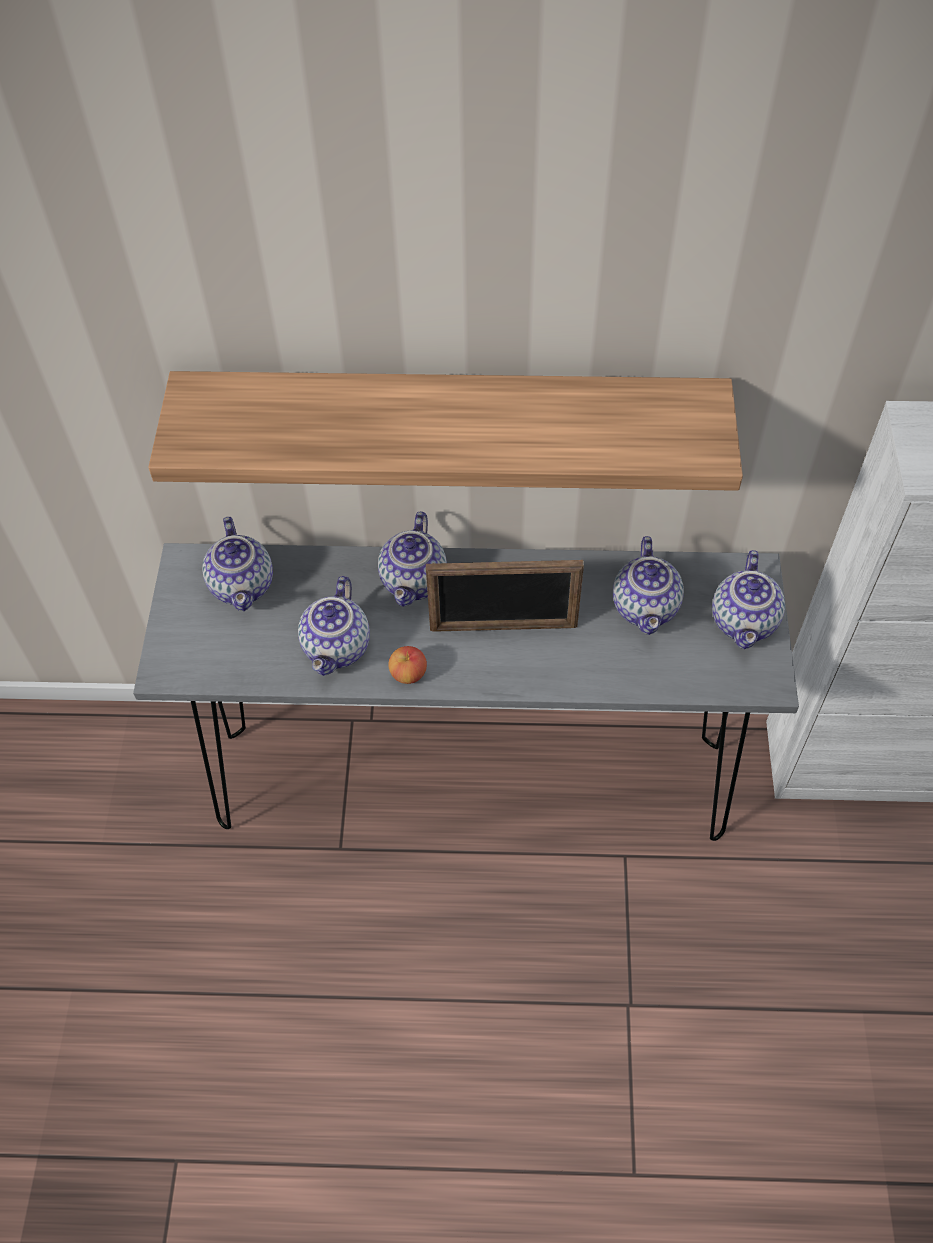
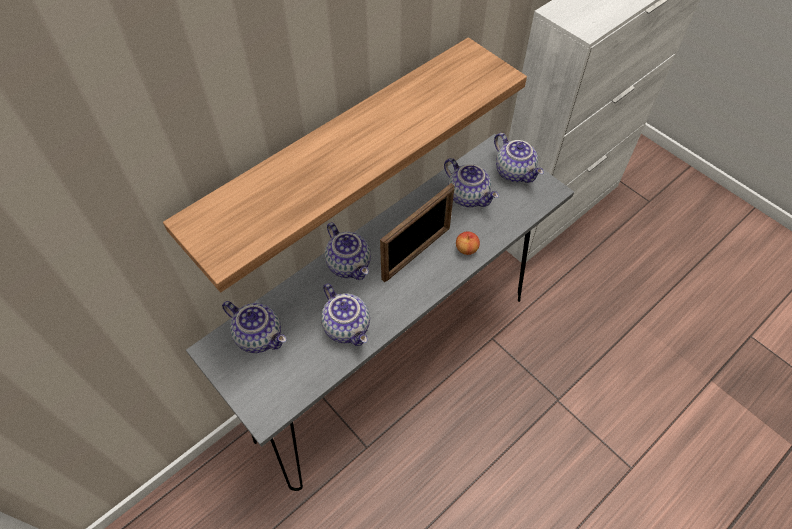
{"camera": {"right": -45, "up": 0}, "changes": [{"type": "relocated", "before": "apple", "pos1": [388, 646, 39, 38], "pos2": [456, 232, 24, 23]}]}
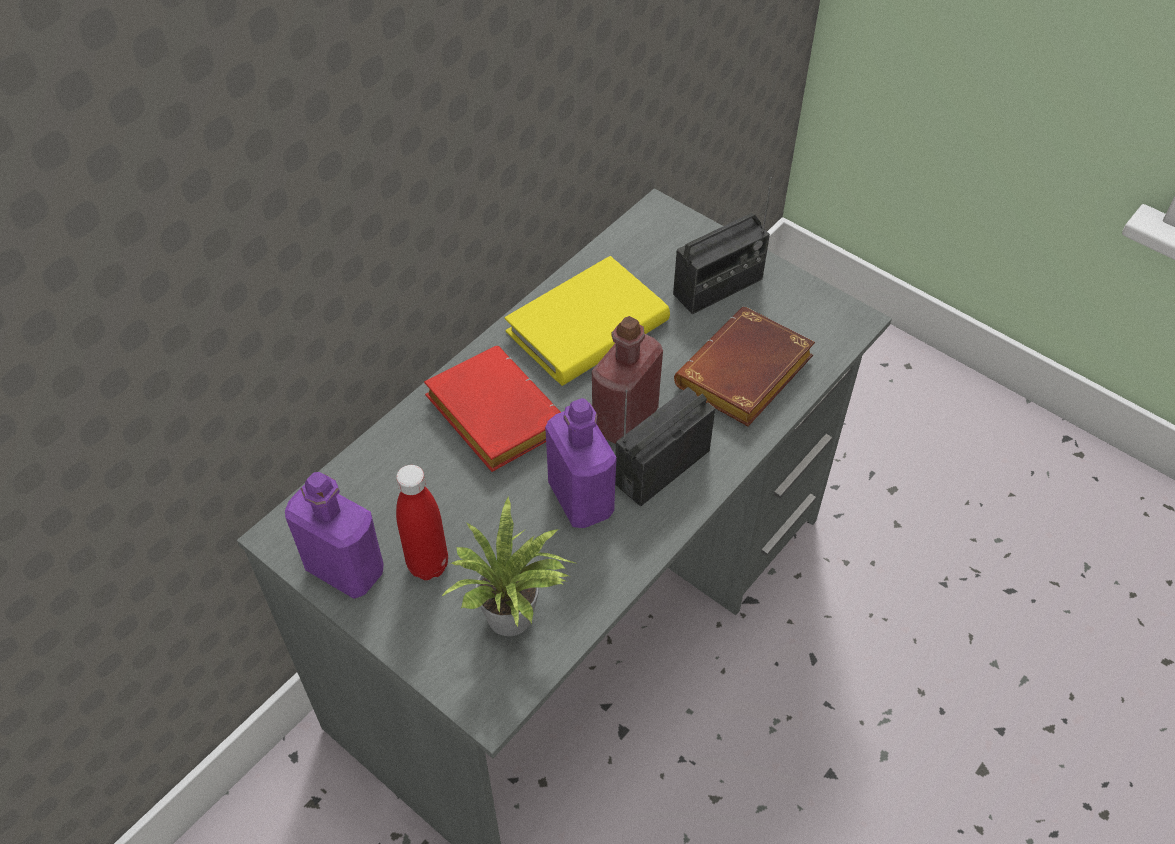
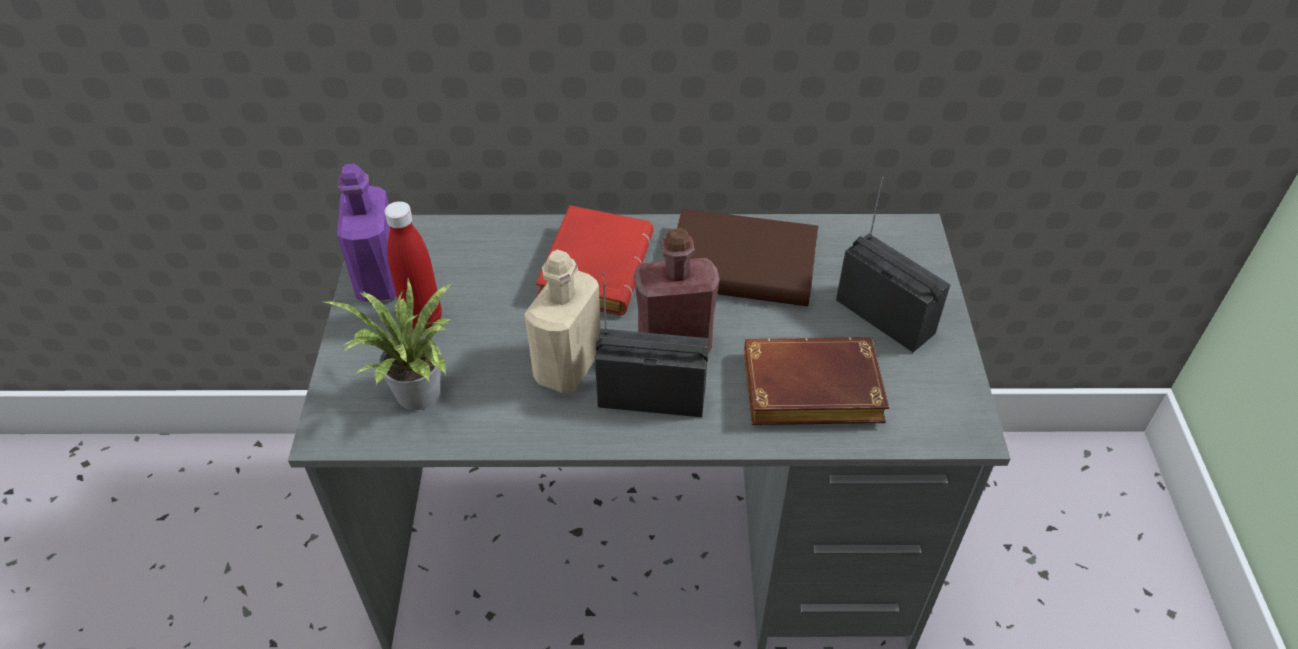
{"camera": {"right": 50, "up": -5}, "changes": [{"type": "colour", "before": "book (yellow)", "after": "book (brown)", "pos1": [505, 256, 165, 130], "pos2": [677, 209, 141, 97]}, {"type": "colour", "before": "bottle (purple)", "after": "bottle (beige)", "pos1": [545, 398, 72, 130], "pos2": [524, 249, 77, 144]}, {"type": "spun", "before": "radio", "pos1": [673, 177, 99, 137], "pos2": [836, 177, 114, 176], "turn": -150}]}
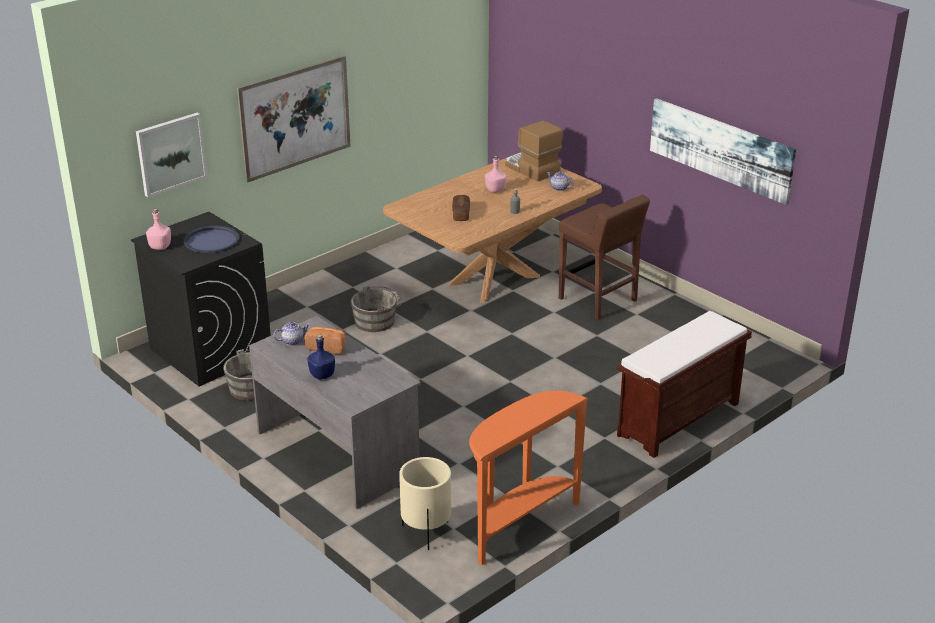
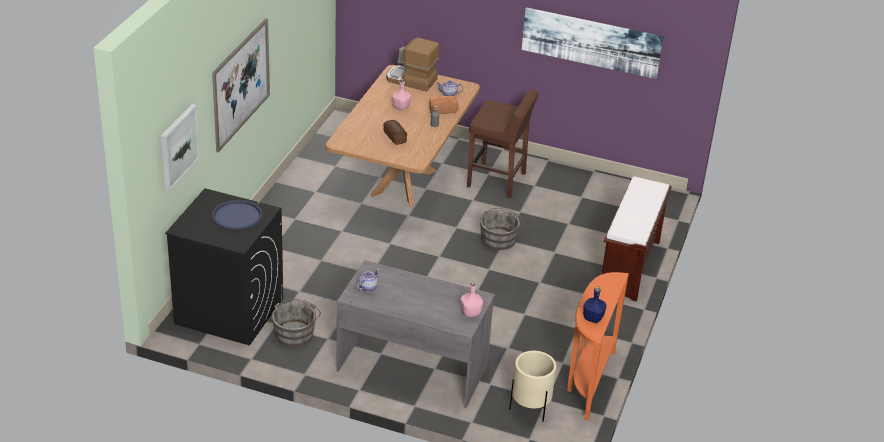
{"camera": {"right": -30, "up": 5}, "changes": [{"type": "relocated", "before": "bottle (pink)", "pos1": [146, 209, 25, 41], "pos2": [460, 282, 23, 35]}, {"type": "relocated", "before": "bread", "pos1": [304, 326, 42, 28], "pos2": [429, 96, 30, 18]}, {"type": "relocated", "before": "bottle (blue)", "pos1": [307, 335, 28, 45], "pos2": [583, 286, 24, 37]}, {"type": "relocated", "before": "bucket (grey)", "pos1": [351, 286, 51, 46], "pos2": [480, 208, 44, 42]}]}
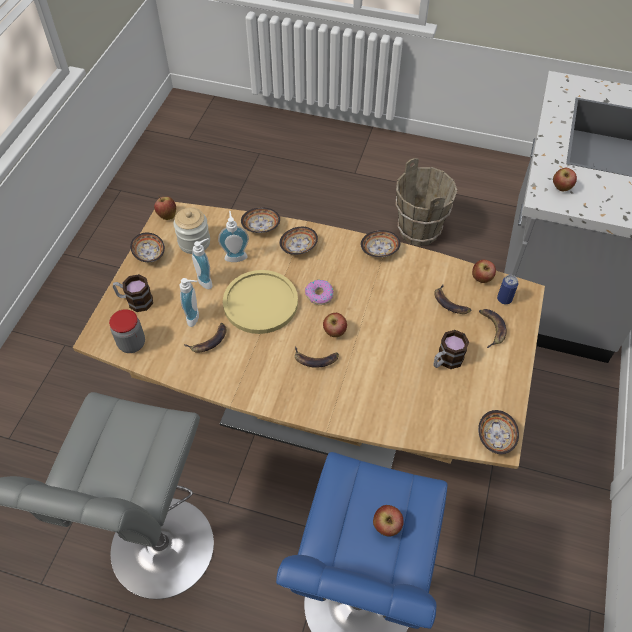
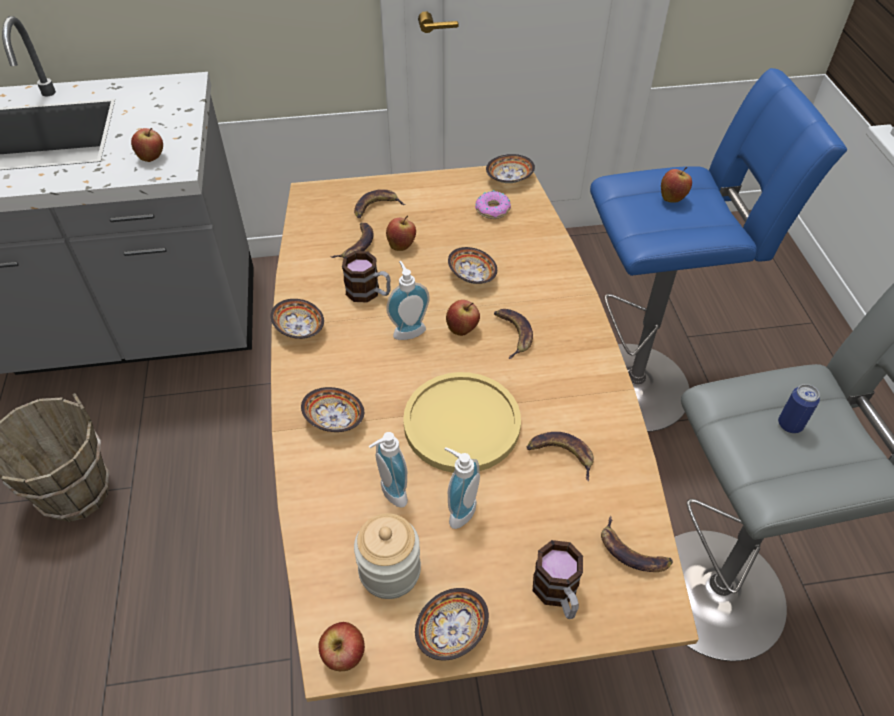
{"camera": {"right": -115, "up": -5}, "changes": [{"type": "exchanged", "before": "jar", "after": "banana", "pos1": [109, 309, 36, 44], "pos2": [601, 516, 72, 56]}, {"type": "relocated", "before": "soap dispenser", "pos1": [180, 278, 19, 49], "pos2": [386, 261, 44, 79]}, {"type": "relocated", "before": "bowl", "pos1": [241, 207, 39, 26], "pos2": [448, 247, 49, 37]}, {"type": "relocated", "before": "donut", "pos1": [305, 280, 29, 25], "pos2": [475, 190, 36, 29]}, {"type": "relocated", "before": "mug", "pos1": [433, 330, 36, 39], "pos2": [342, 251, 49, 52]}, {"type": "relocated", "before": "apple", "pos1": [472, 260, 24, 23], "pos2": [386, 216, 30, 35]}, {"type": "relocated", "before": "can", "pos1": [497, 275, 21, 29], "pos2": [778, 384, 42, 49]}]}
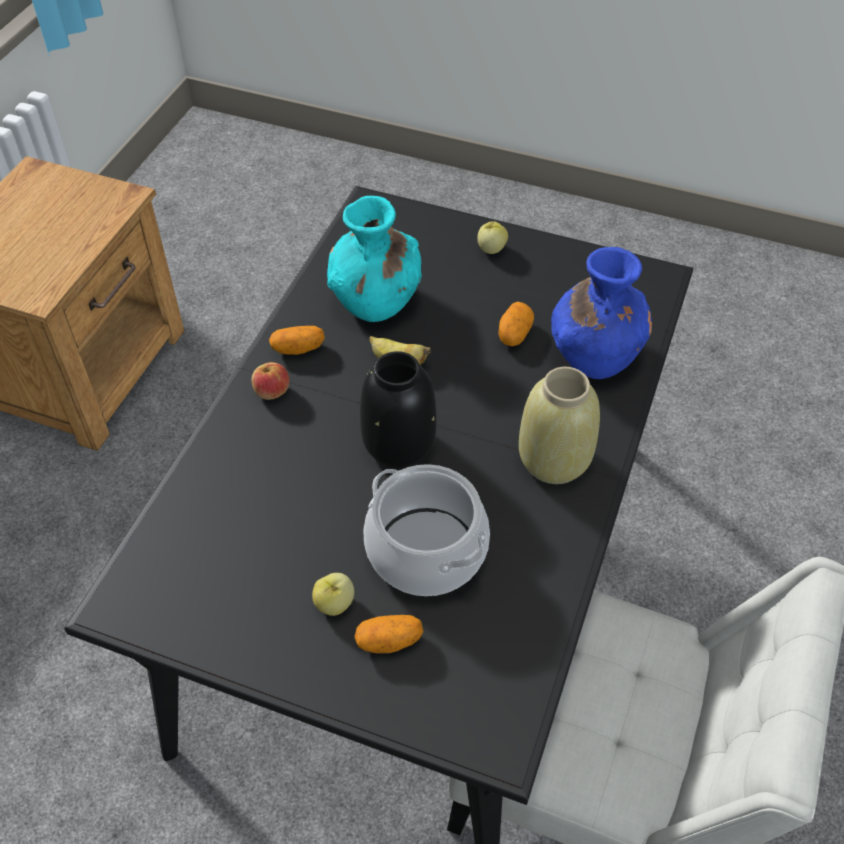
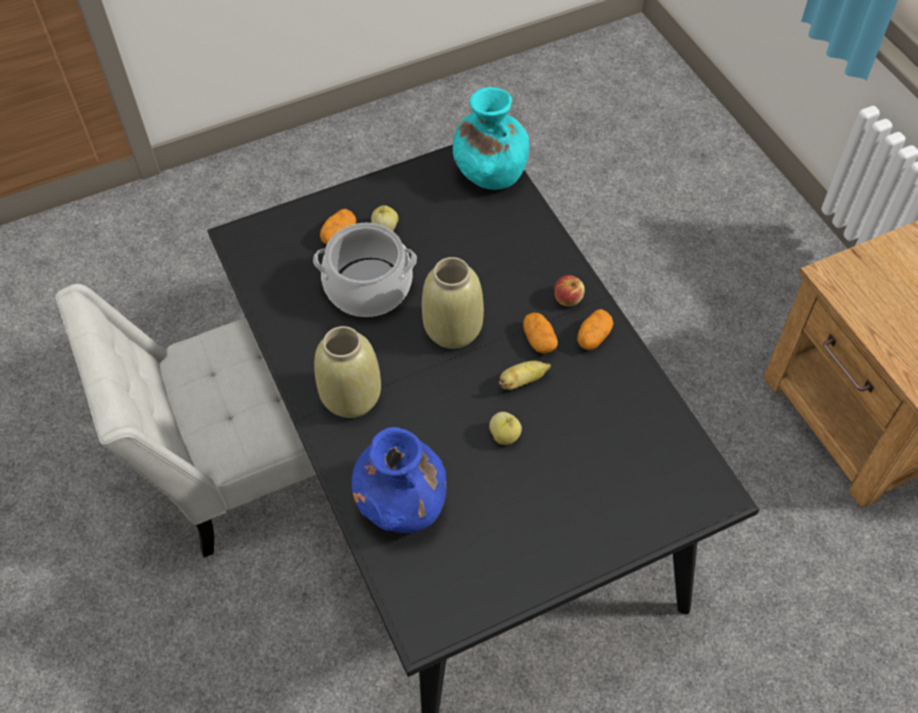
{"camera": {"right": 135, "up": 5}, "changes": [{"type": "relocated", "before": "vase (turquoise)", "pos1": [327, 196, 95, 126], "pos2": [453, 87, 76, 103]}, {"type": "colour", "before": "vase (black)", "after": "vase (beige)", "pos1": [360, 351, 77, 117], "pos2": [422, 257, 62, 92]}, {"type": "relocated", "before": "apple", "pos1": [477, 221, 31, 33], "pos2": [489, 412, 33, 33]}, {"type": "relocated", "before": "potato", "pos1": [498, 302, 36, 44], "pos2": [523, 313, 35, 41]}]}
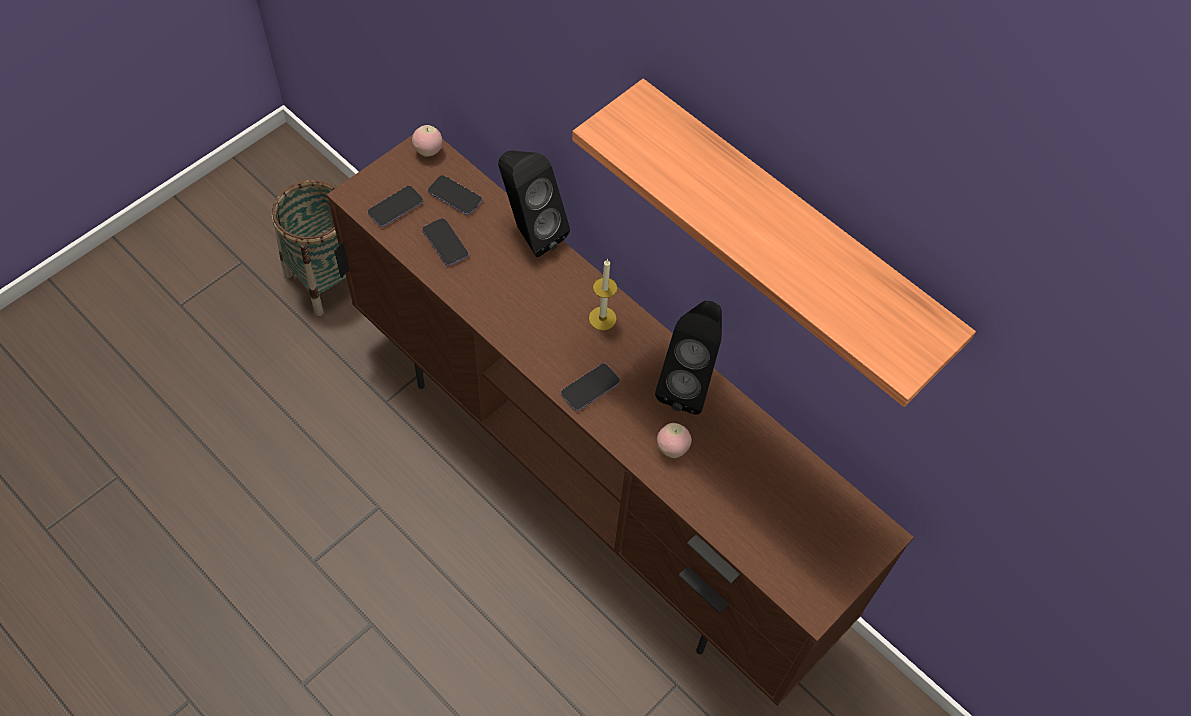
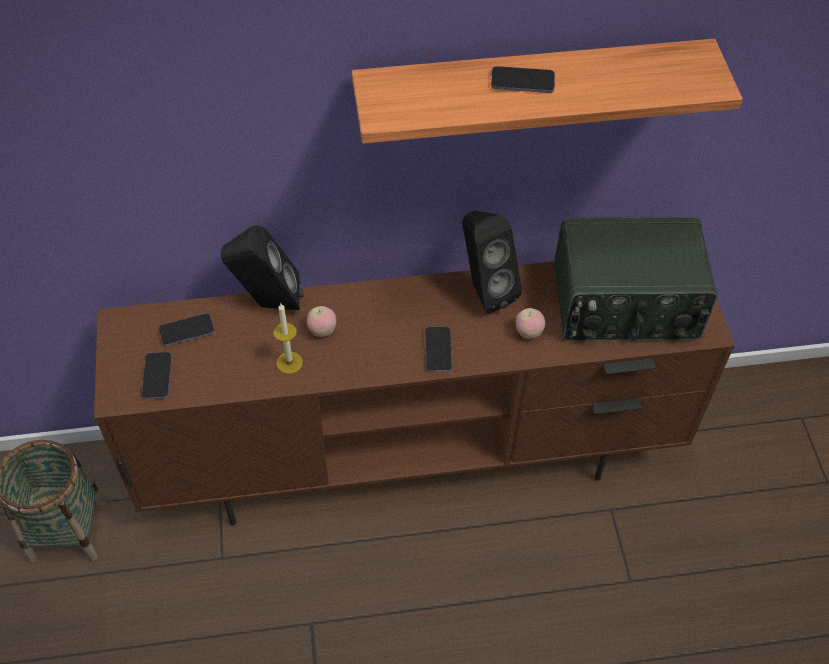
{"camera": {"right": -50, "up": -5}, "changes": [{"type": "relocated", "before": "apple", "pos1": [412, 125, 31, 32], "pos2": [307, 306, 29, 31]}, {"type": "relocated", "before": "phone", "pos1": [422, 218, 47, 48], "pos2": [491, 66, 64, 27]}, {"type": "relocated", "before": "candle", "pos1": [589, 259, 29, 72], "pos2": [273, 304, 30, 70]}, {"type": "appeared", "after": "radio", "pos2": [554, 217, 163, 124]}]}
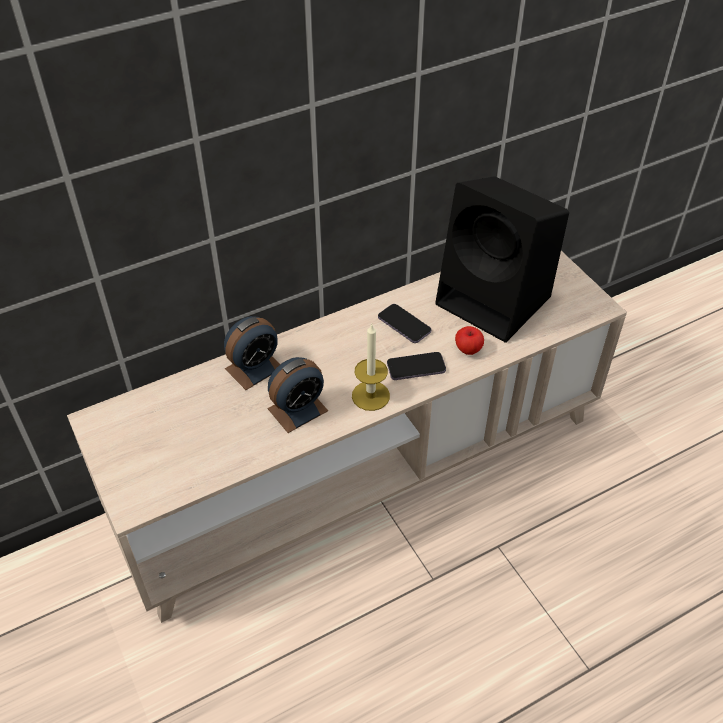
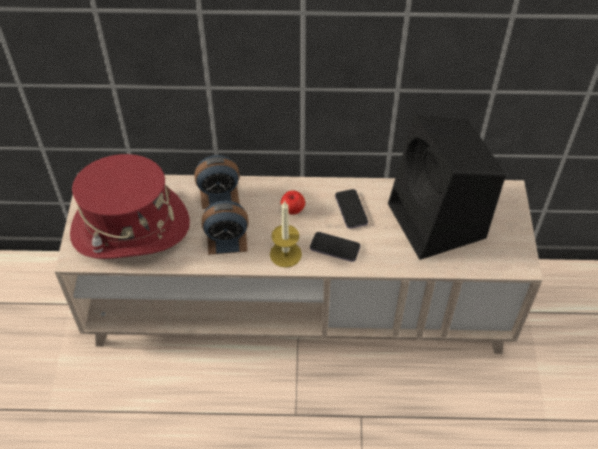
{"camera": {"right": 30, "up": 5}, "changes": [{"type": "relocated", "before": "apple", "pos1": [455, 326, 29, 29], "pos2": [281, 191, 24, 24]}, {"type": "appeared", "after": "hat (red)", "pos2": [70, 154, 120, 105]}]}
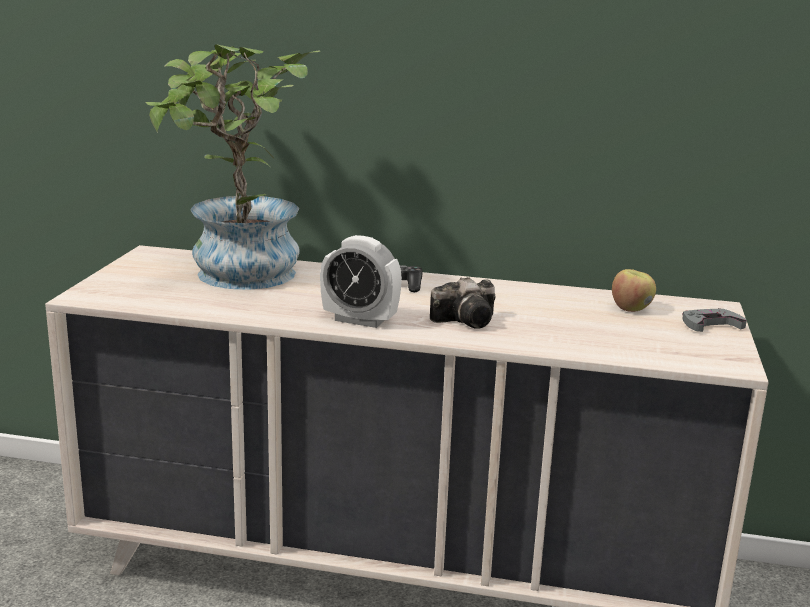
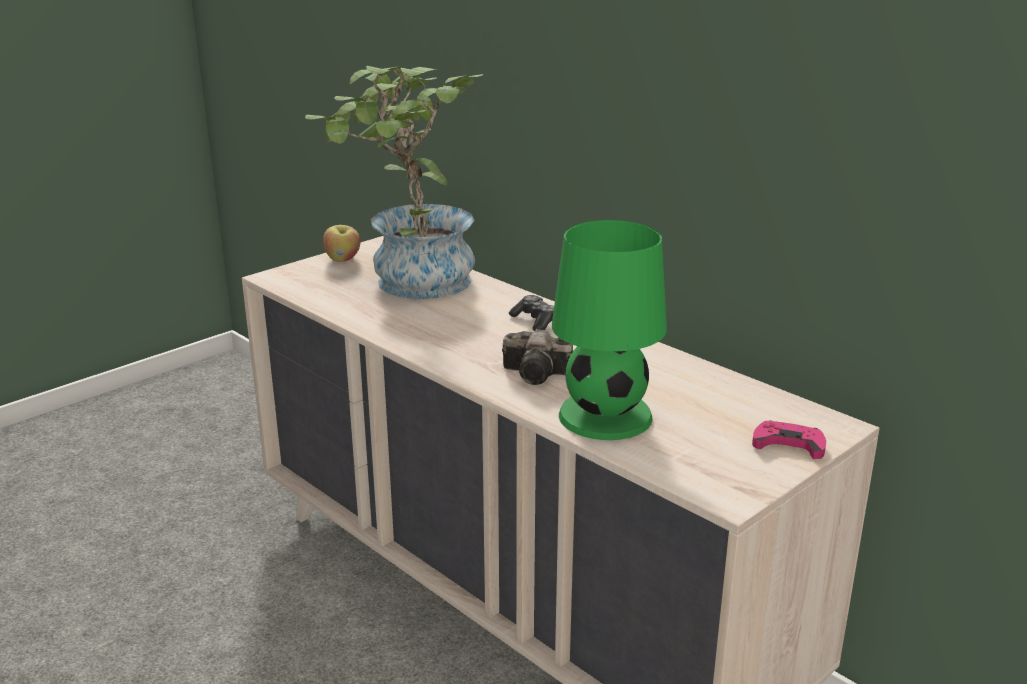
{"camera": {"right": 35, "up": 5}, "changes": [{"type": "missing", "before": "alarm clock", "pos1": [320, 235, 82, 93]}, {"type": "relocated", "before": "apple", "pos1": [612, 269, 44, 43], "pos2": [323, 225, 37, 37]}, {"type": "colour", "before": "game controller (grey)", "after": "game controller (pink)", "pos1": [682, 308, 65, 24], "pos2": [752, 420, 74, 39]}, {"type": "appeared", "after": "table lamp (green)", "pos2": [552, 220, 115, 220]}]}
